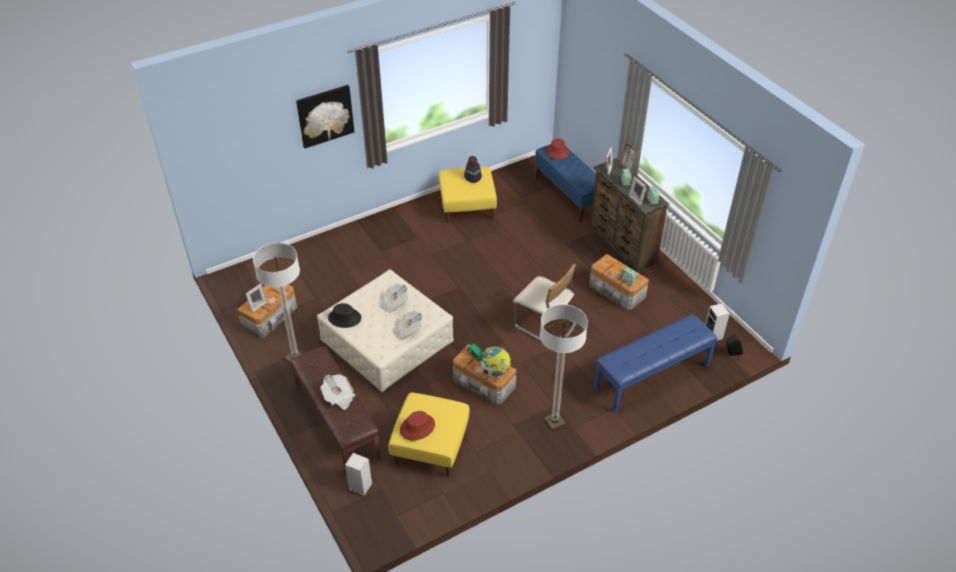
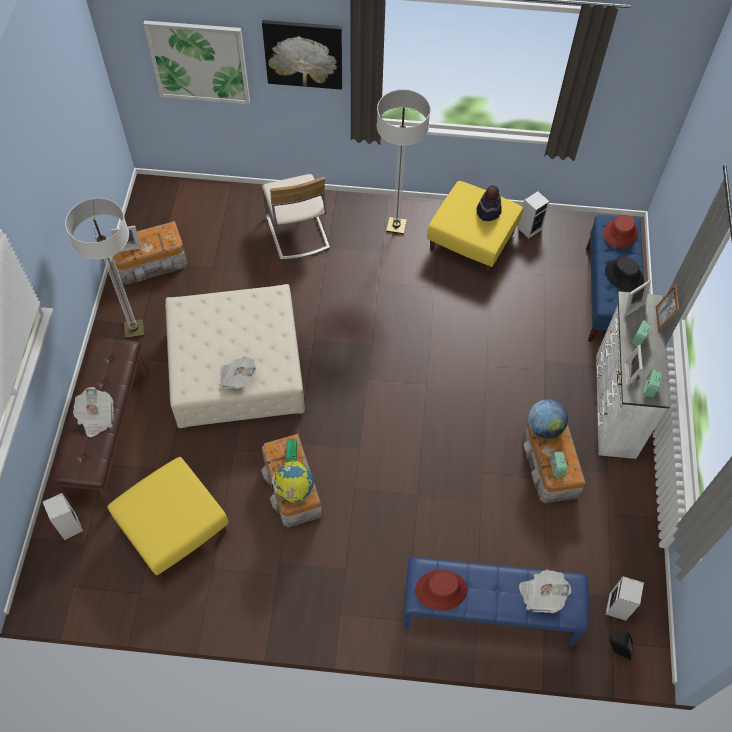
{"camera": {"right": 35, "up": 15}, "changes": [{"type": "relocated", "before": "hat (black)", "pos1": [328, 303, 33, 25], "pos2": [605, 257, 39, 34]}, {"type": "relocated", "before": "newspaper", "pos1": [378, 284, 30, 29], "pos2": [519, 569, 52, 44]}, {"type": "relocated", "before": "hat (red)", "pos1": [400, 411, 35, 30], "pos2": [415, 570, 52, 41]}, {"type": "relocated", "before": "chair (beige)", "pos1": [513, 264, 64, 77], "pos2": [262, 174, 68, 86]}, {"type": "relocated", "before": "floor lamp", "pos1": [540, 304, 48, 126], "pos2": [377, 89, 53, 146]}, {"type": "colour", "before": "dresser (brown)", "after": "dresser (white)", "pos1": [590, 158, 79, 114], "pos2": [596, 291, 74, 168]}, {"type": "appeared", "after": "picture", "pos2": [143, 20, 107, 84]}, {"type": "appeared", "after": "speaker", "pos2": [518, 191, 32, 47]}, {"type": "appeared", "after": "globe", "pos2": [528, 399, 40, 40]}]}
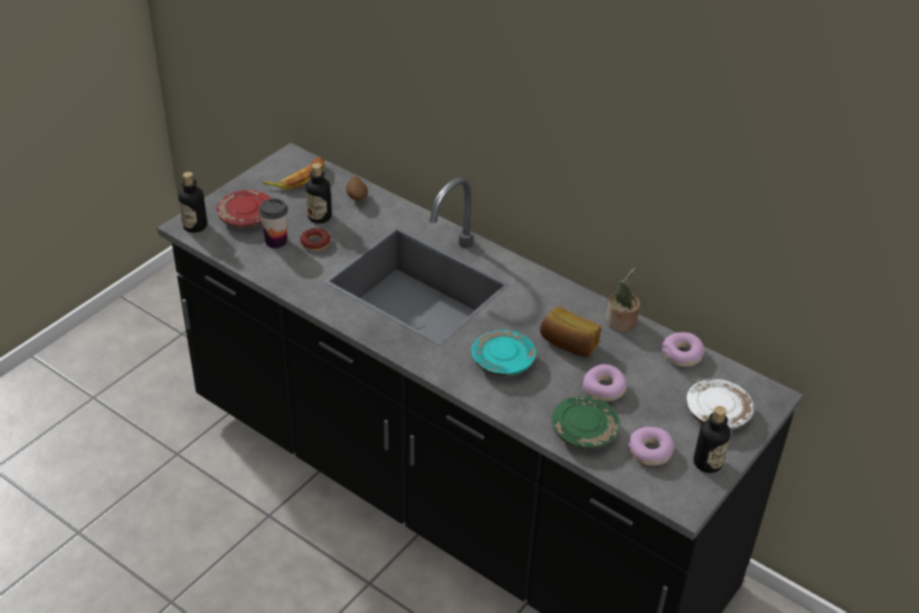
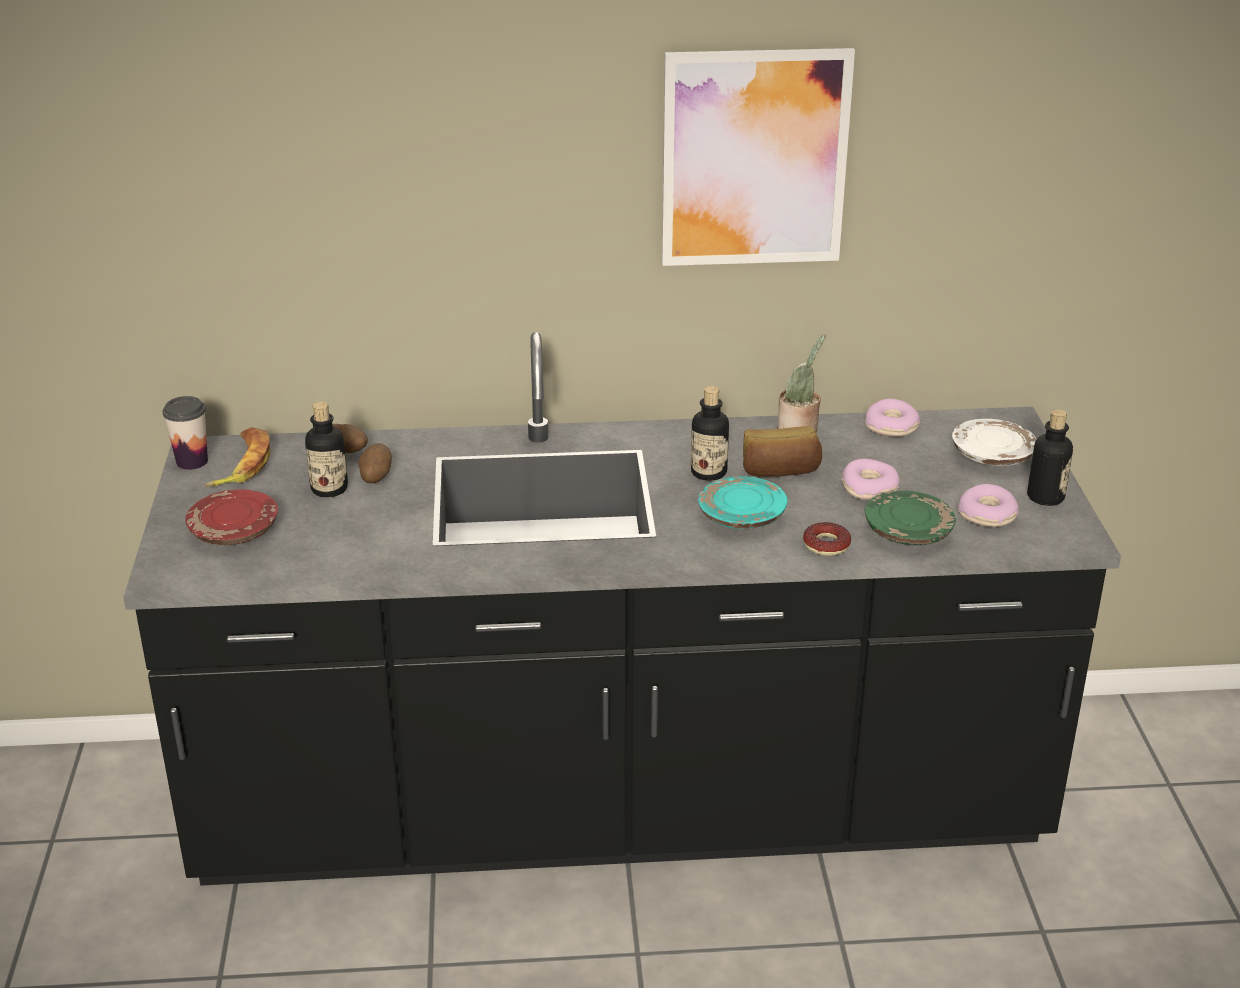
{"camera": {"right": -40, "up": -10}, "changes": [{"type": "relocated", "before": "bottle", "pos1": [178, 172, 29, 61], "pos2": [691, 386, 38, 95]}, {"type": "relocated", "before": "cup", "pos1": [259, 199, 29, 49], "pos2": [163, 396, 45, 74]}, {"type": "relocated", "before": "donut", "pos1": [300, 228, 31, 23], "pos2": [803, 522, 48, 34]}, {"type": "appeared", "after": "potato", "pos2": [358, 443, 34, 40]}, {"type": "appeared", "after": "picture", "pos2": [662, 48, 193, 218]}]}
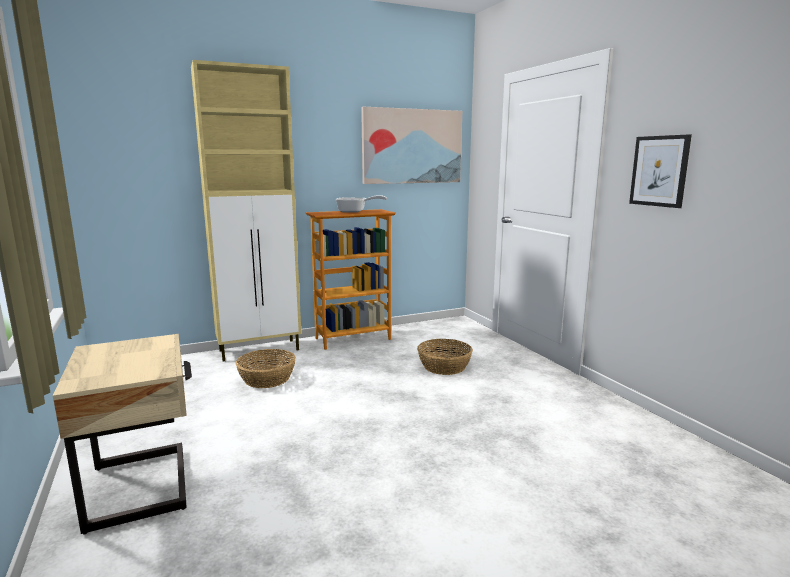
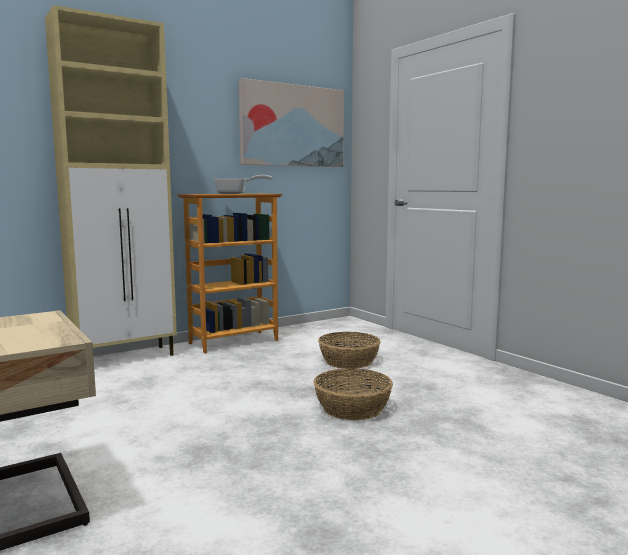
{"camera": {"right": -10, "up": -5}, "changes": [{"type": "relocated", "before": "basket", "pos1": [236, 349, 60, 39], "pos2": [313, 368, 80, 52]}, {"type": "missing", "before": "picture", "pos1": [629, 134, 63, 74]}]}
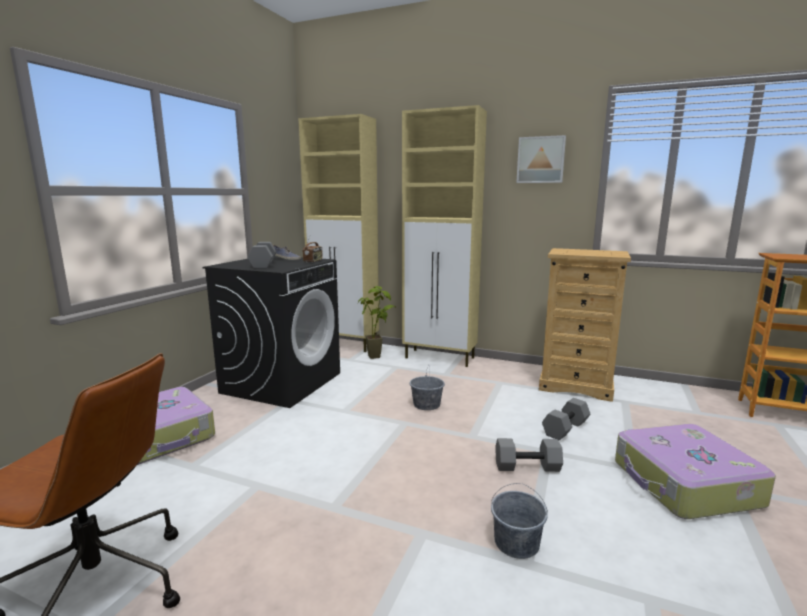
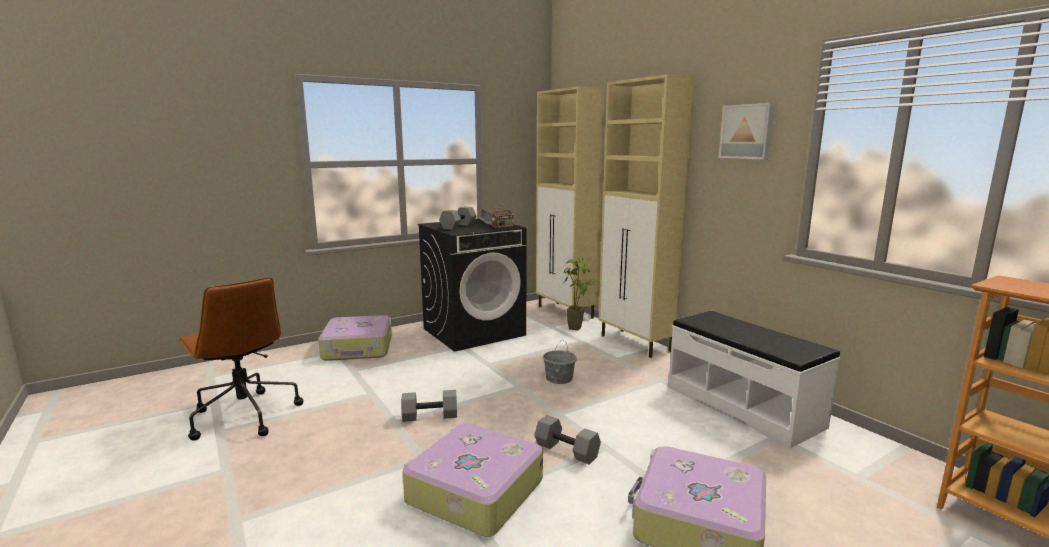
{"camera": {"right": 35, "up": 0}, "changes": [{"type": "exchanged", "before": "bucket (grey)", "after": "suitcase", "pos1": [491, 483, 57, 76], "pos2": [402, 423, 141, 114]}, {"type": "exchanged", "before": "dresser (beige)", "after": "bench (white)", "pos1": [539, 248, 92, 154], "pos2": [668, 311, 172, 137]}, {"type": "relocated", "before": "dumbbell (grey)", "pos1": [542, 398, 48, 42], "pos2": [401, 390, 56, 32]}]}
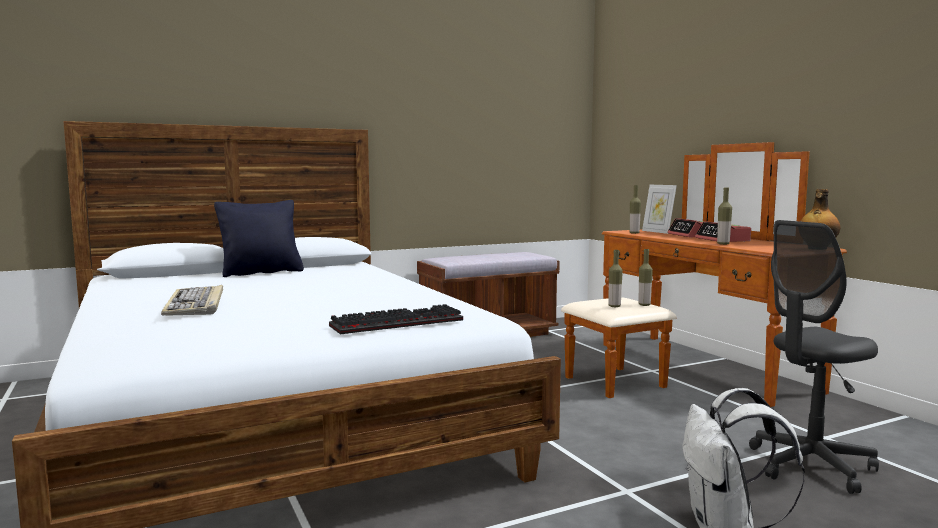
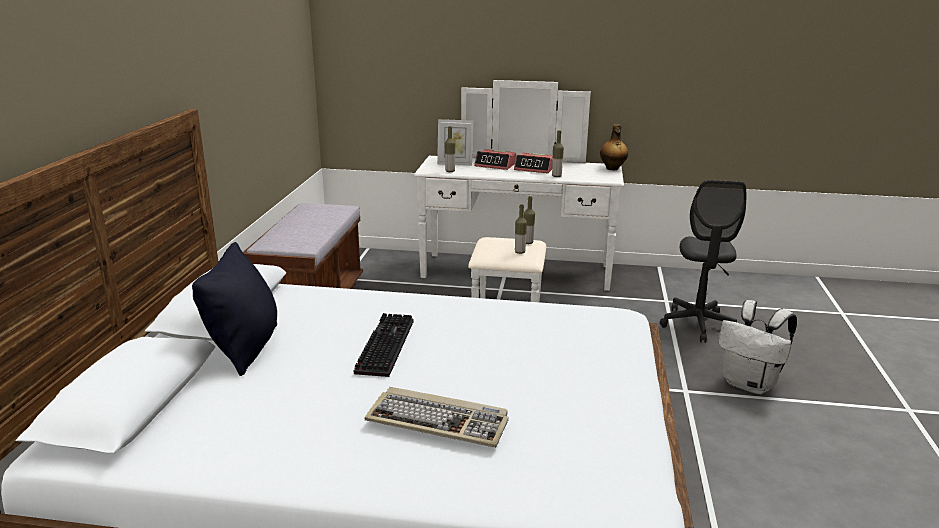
{"camera": {"right": -55, "up": 15}, "changes": [{"type": "relocated", "before": "keyboard", "pos1": [329, 304, 134, 31], "pos2": [354, 313, 60, 64]}, {"type": "colour", "before": "dresser (brown)", "after": "dresser (white)", "pos1": [561, 142, 286, 265], "pos2": [414, 80, 210, 222]}]}
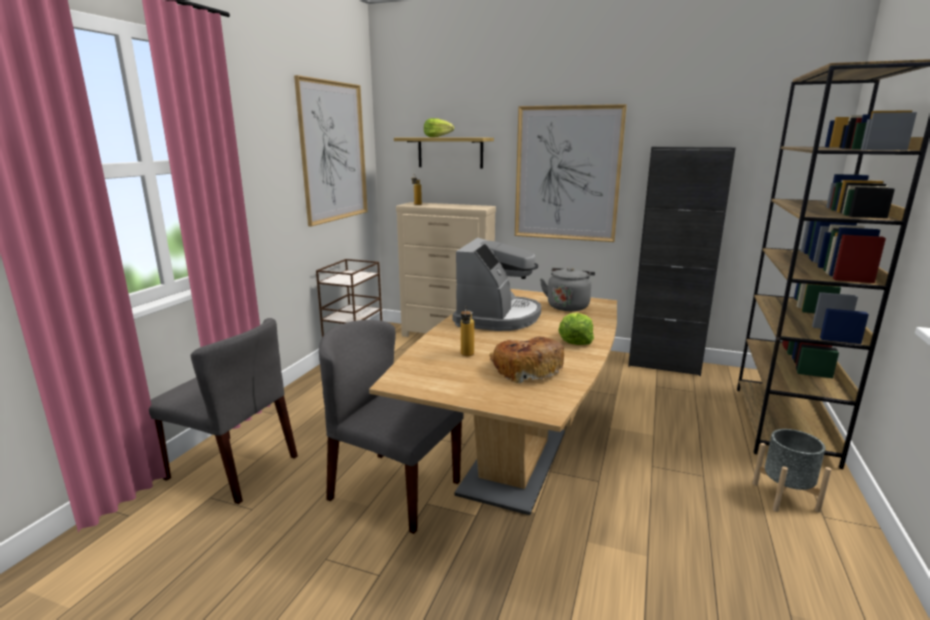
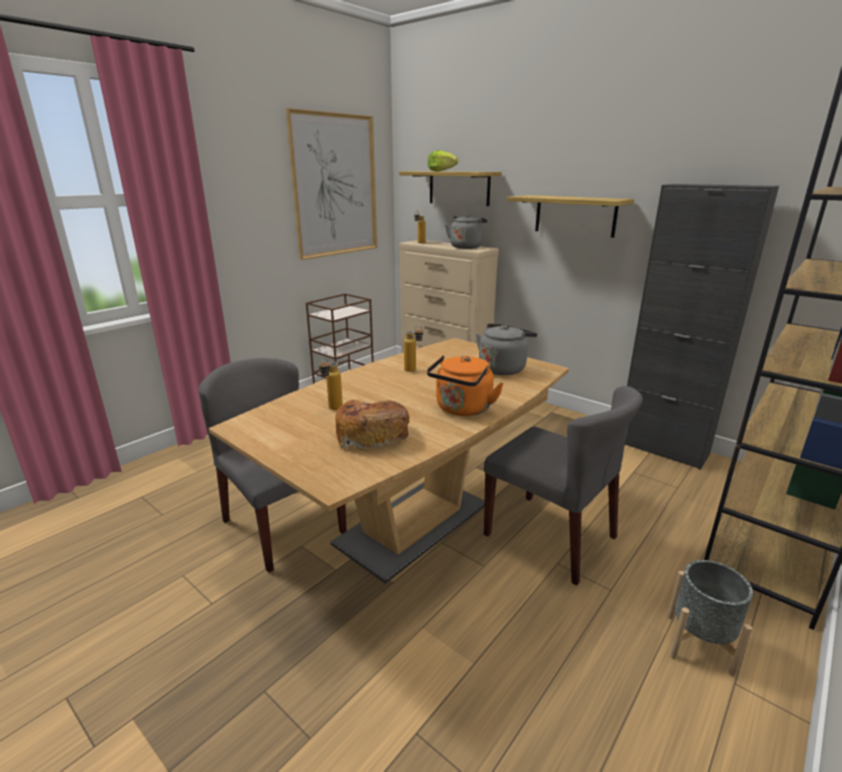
{"camera": {"right": 20, "up": 5}, "changes": [{"type": "relocated", "before": "chair (grey)", "pos1": [149, 318, 149, 186], "pos2": [484, 386, 159, 199]}, {"type": "exchanged", "before": "coffee machine", "after": "bottle", "pos1": [452, 238, 89, 93], "pos2": [404, 326, 19, 46]}, {"type": "exchanged", "before": "picture", "after": "shelf", "pos1": [515, 104, 112, 138], "pos2": [507, 195, 127, 43]}, {"type": "exchanged", "before": "lettuce", "after": "kettle (orange)", "pos1": [559, 312, 35, 33], "pos2": [427, 355, 77, 61]}, {"type": "appeared", "after": "kettle (grey)", "pos2": [445, 214, 43, 35]}]}
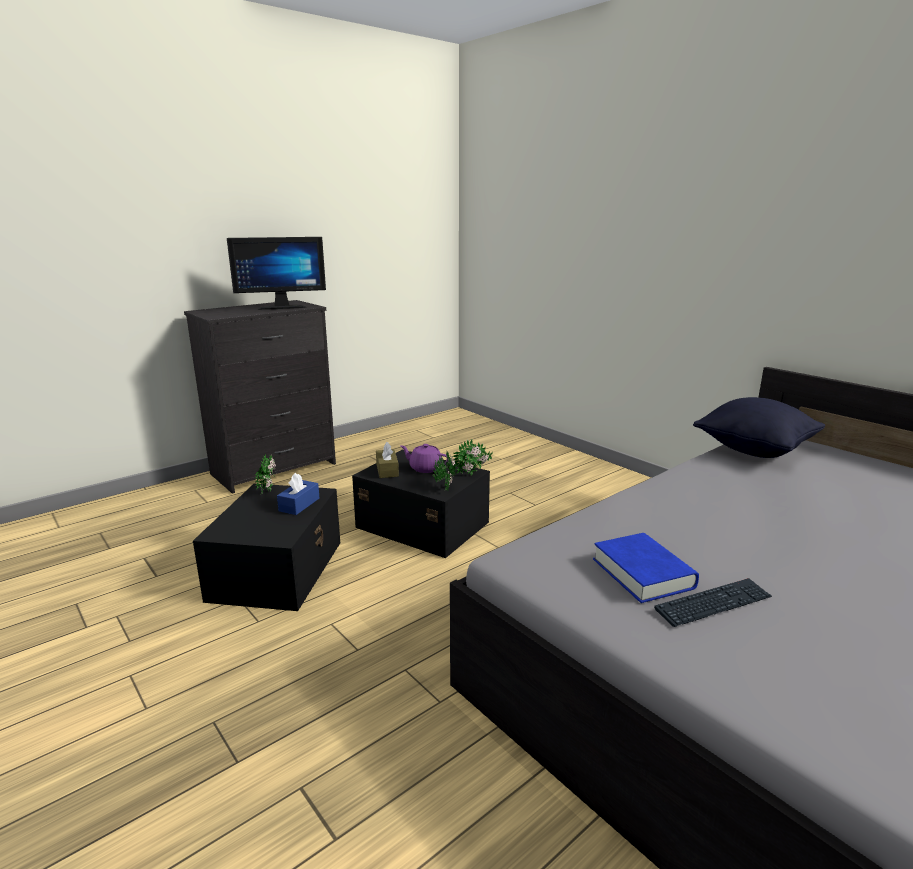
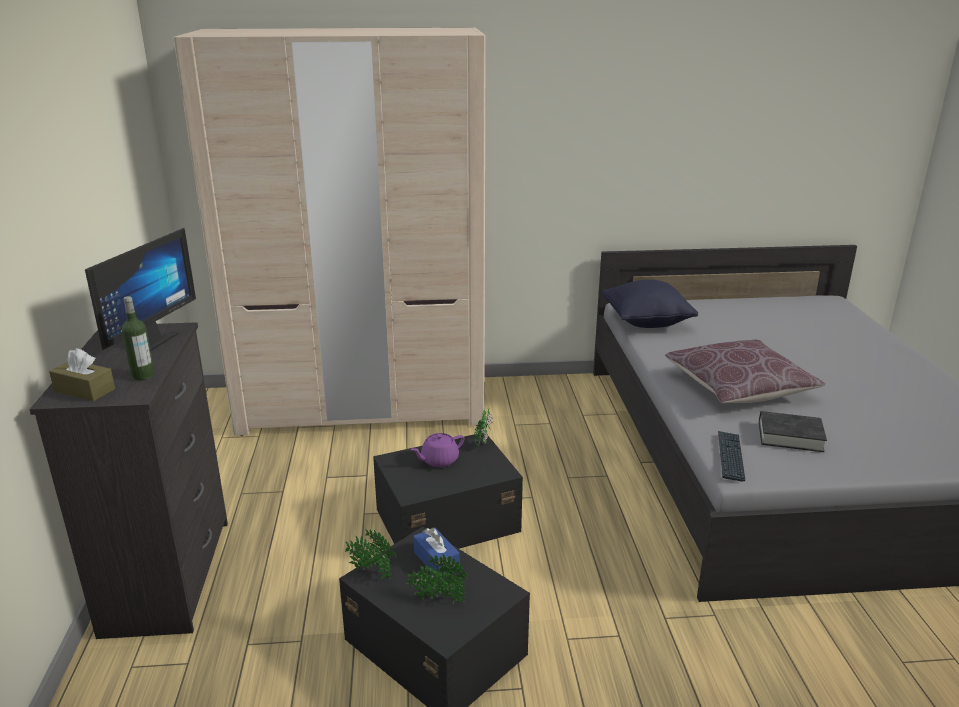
{"camera": {"right": -55, "up": 5}, "changes": [{"type": "relocated", "before": "tissue box (brown)", "pos1": [376, 442, 23, 36], "pos2": [49, 348, 66, 53]}, {"type": "relocated", "before": "potted plant", "pos1": [432, 450, 24, 41], "pos2": [407, 555, 61, 48]}, {"type": "colour", "before": "book (blue)", "after": "book (black)", "pos1": [593, 533, 106, 70], "pos2": [759, 411, 68, 41]}, {"type": "relocated", "before": "keyboard", "pos1": [654, 578, 118, 49], "pos2": [718, 431, 27, 51]}, {"type": "appeared", "after": "bottle", "pos2": [122, 296, 33, 84]}, {"type": "appeared", "after": "wardrobe (beige)", "pos2": [173, 28, 313, 408]}, {"type": "appeared", "after": "pillow (brown)", "pos2": [665, 340, 161, 63]}]}
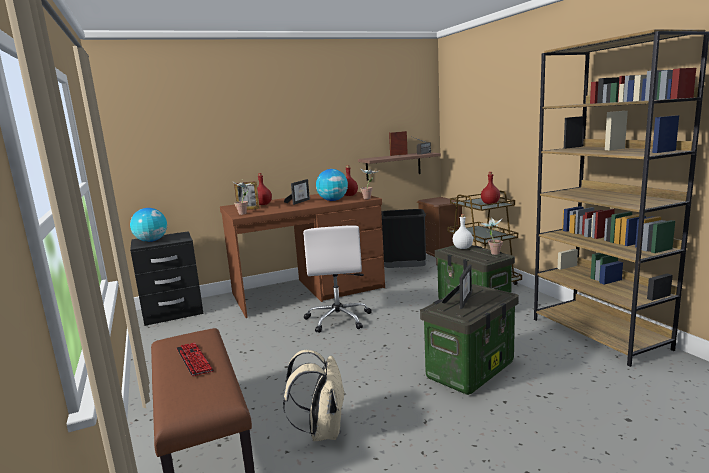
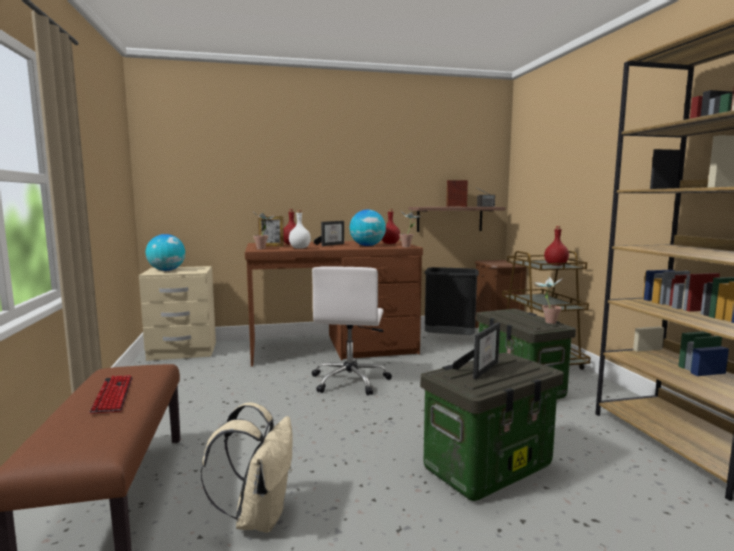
{"camera": {"right": 10, "up": -5}, "changes": [{"type": "colour", "before": "nightstand (black)", "after": "nightstand (beige)", "pos1": [130, 231, 73, 95], "pos2": [139, 266, 77, 95]}, {"type": "relocated", "before": "bottle (white)", "pos1": [453, 214, 20, 35], "pos2": [289, 210, 22, 39]}]}
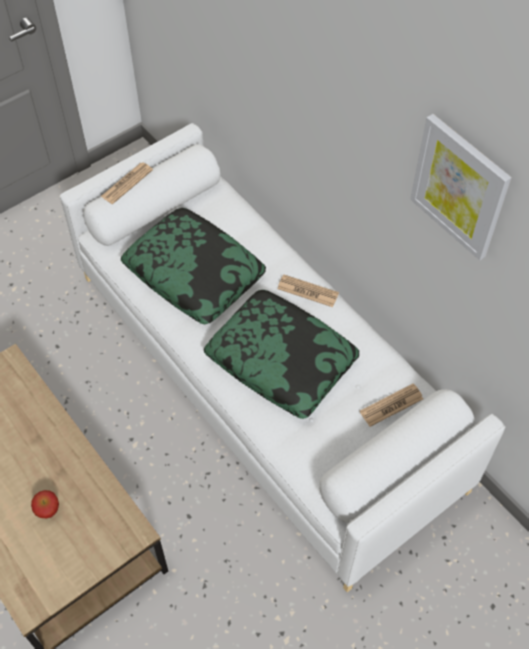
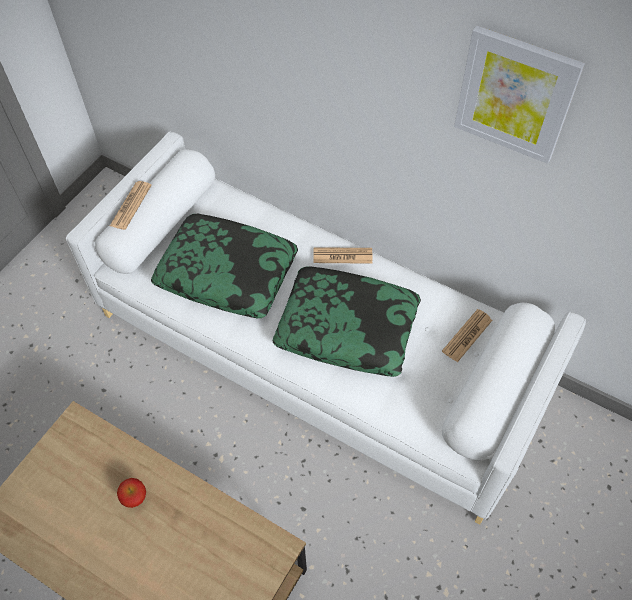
{"camera": {"right": -20, "up": 0}, "changes": [{"type": "relocated", "before": "apple", "pos1": [31, 490, 28, 28], "pos2": [117, 478, 29, 30]}]}
